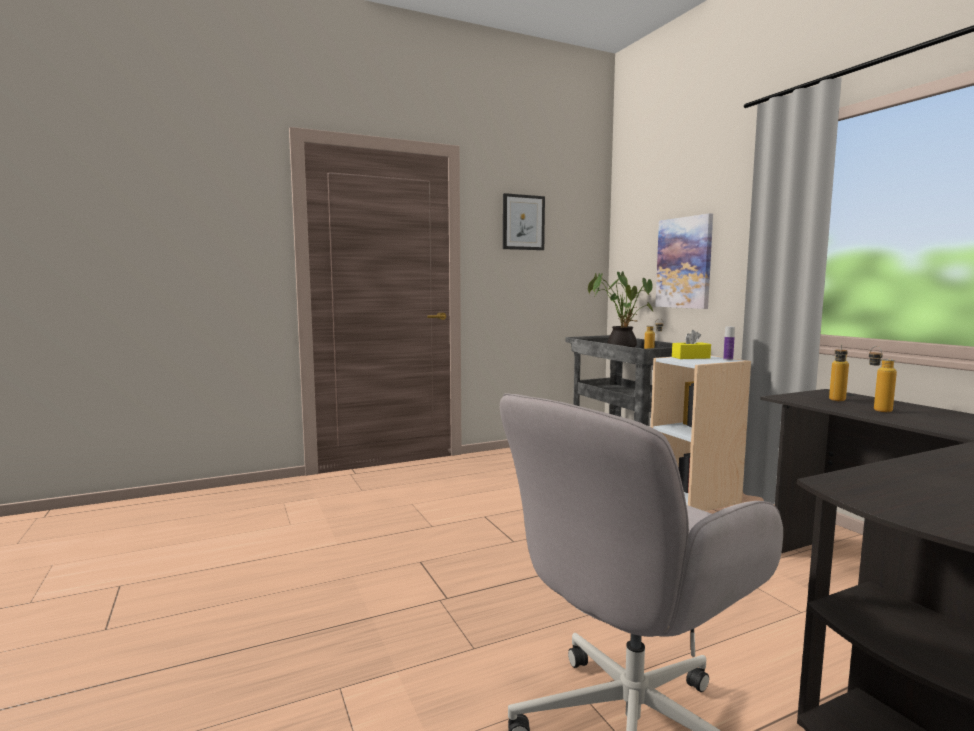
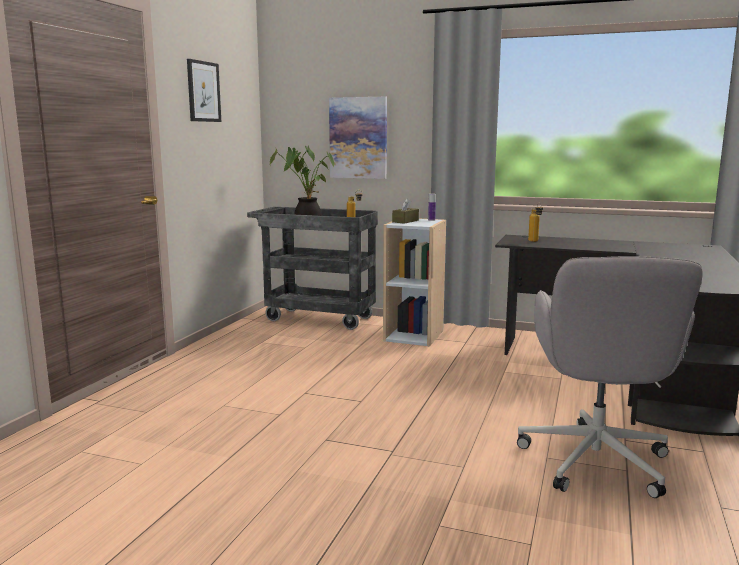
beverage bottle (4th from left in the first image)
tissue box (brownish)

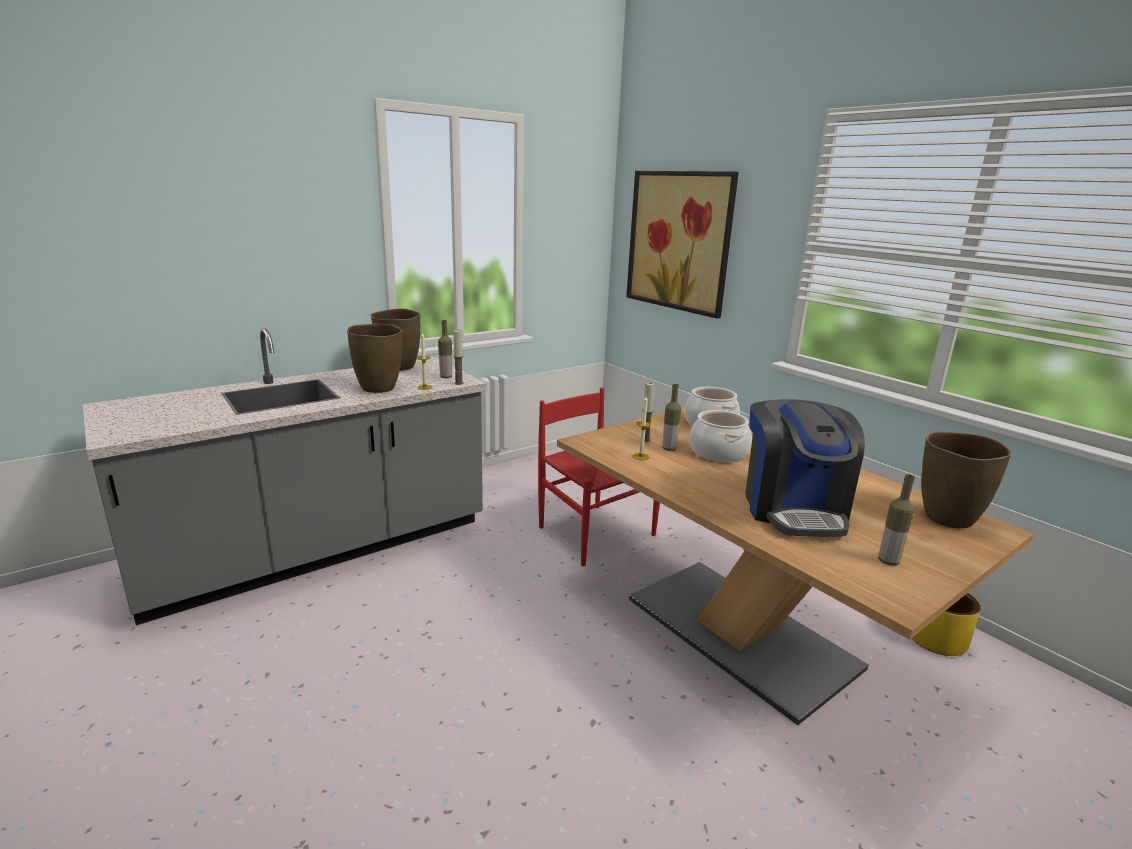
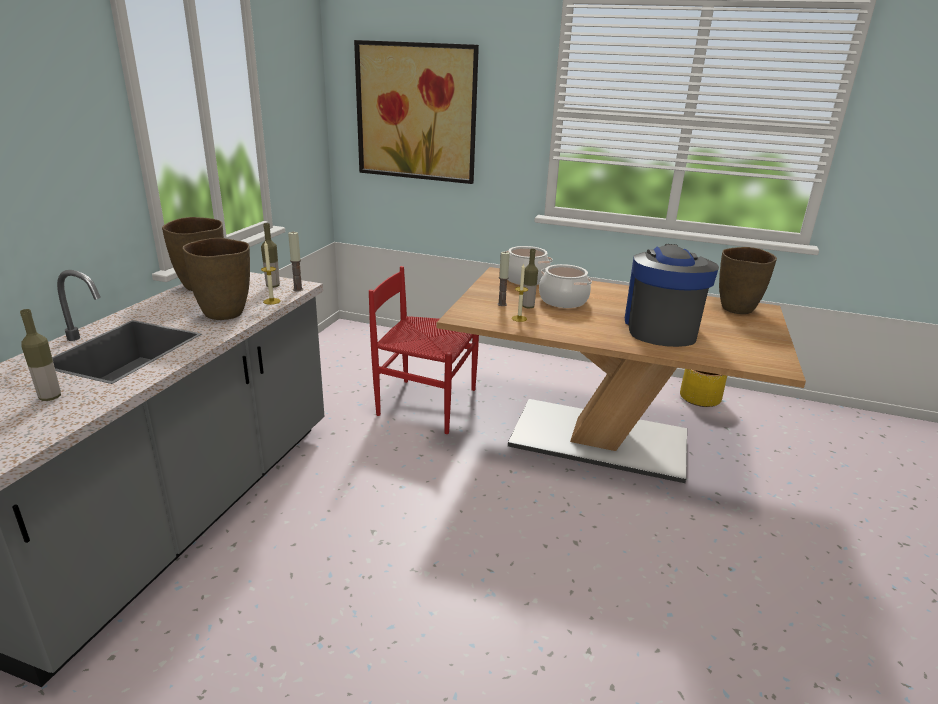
beverage bottle (1st from left)
coffee brewer

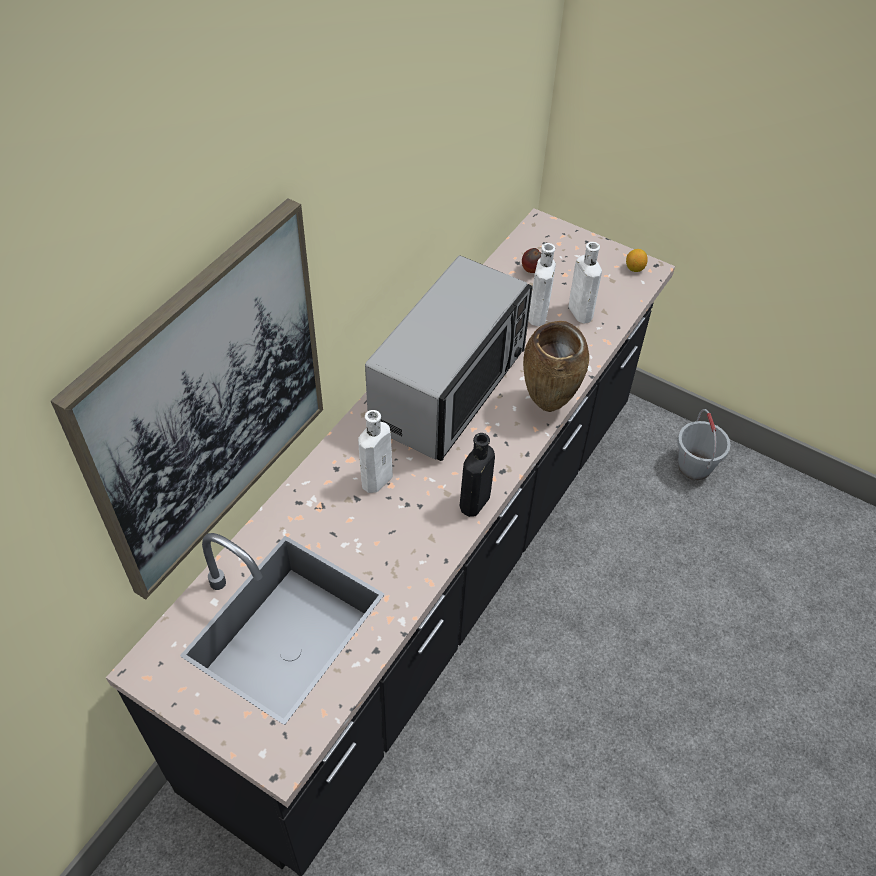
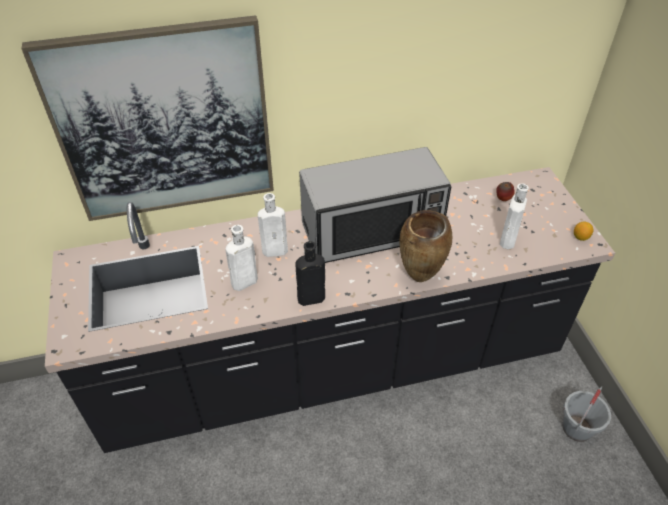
beverage bottle (white-coloured) (1st from left)

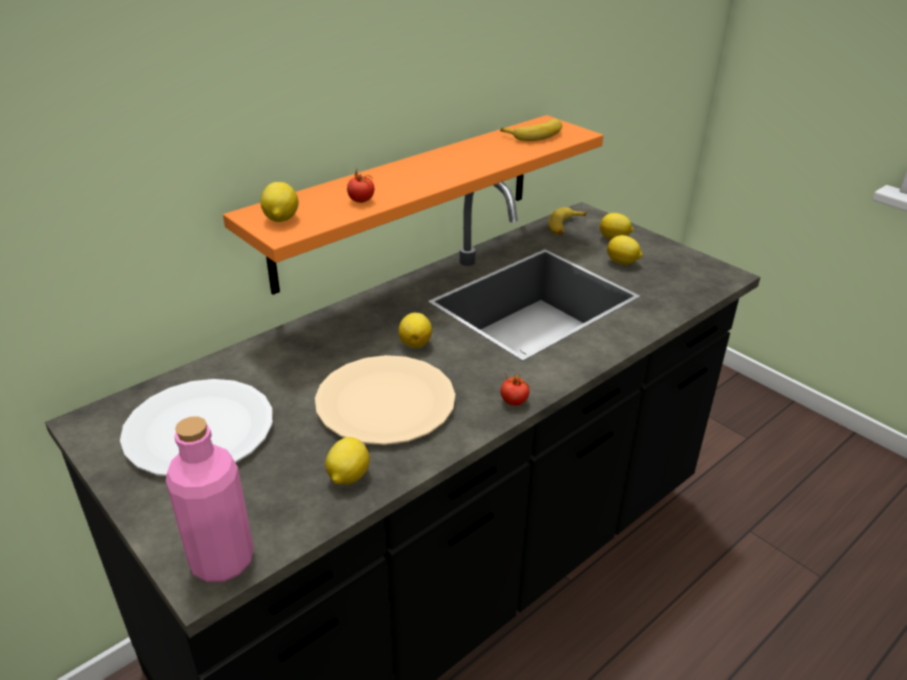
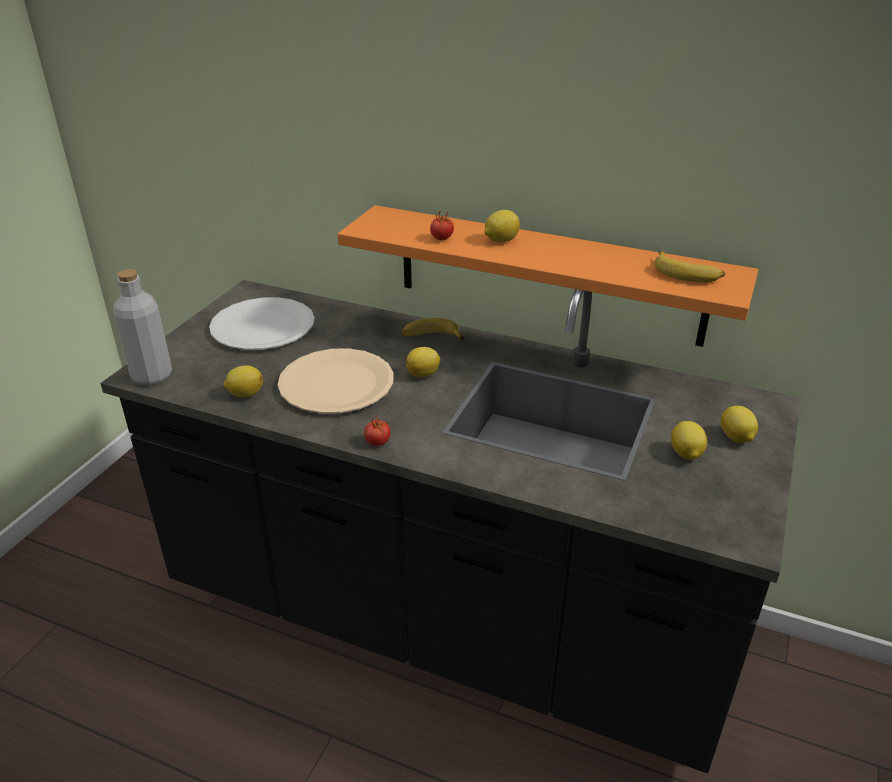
lemon (3rd from left)
banana fruit (1st from left)
beverage bottle (gray)

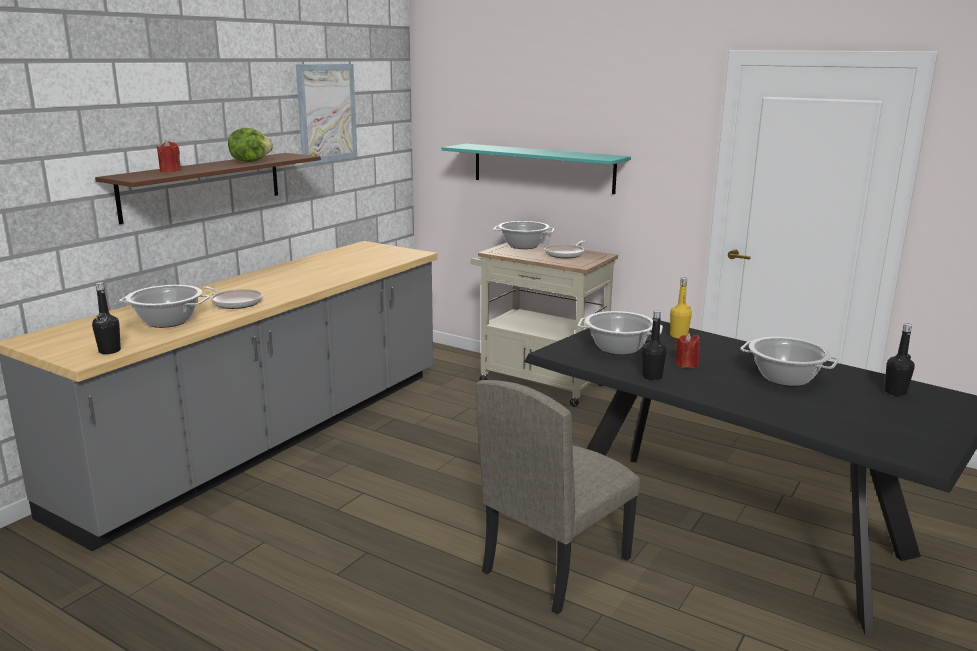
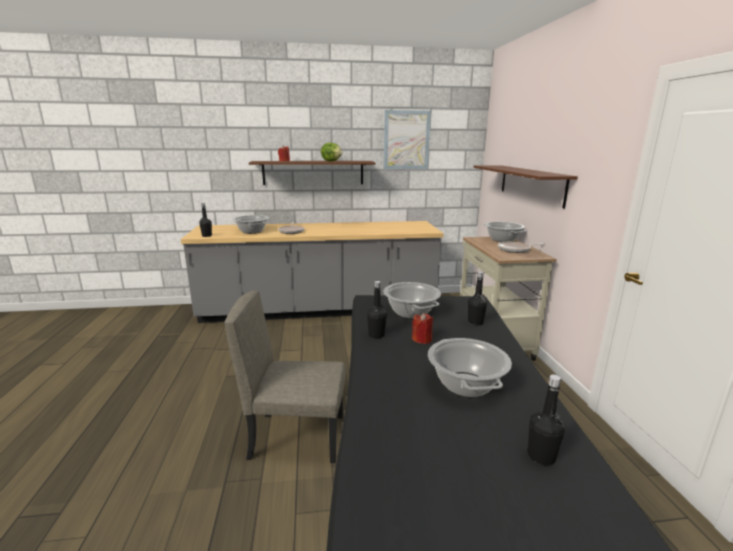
bracket shelf (brownish) (2nd from left)
beverage bottle (blackish) (3rd from left)

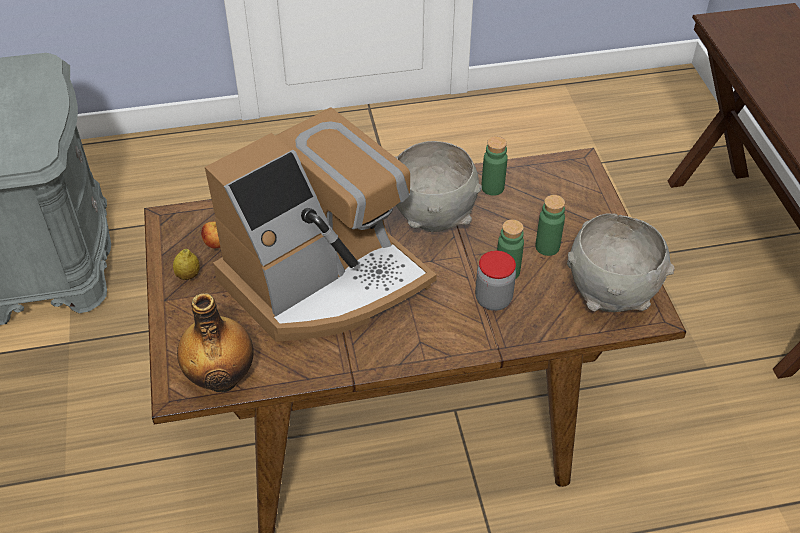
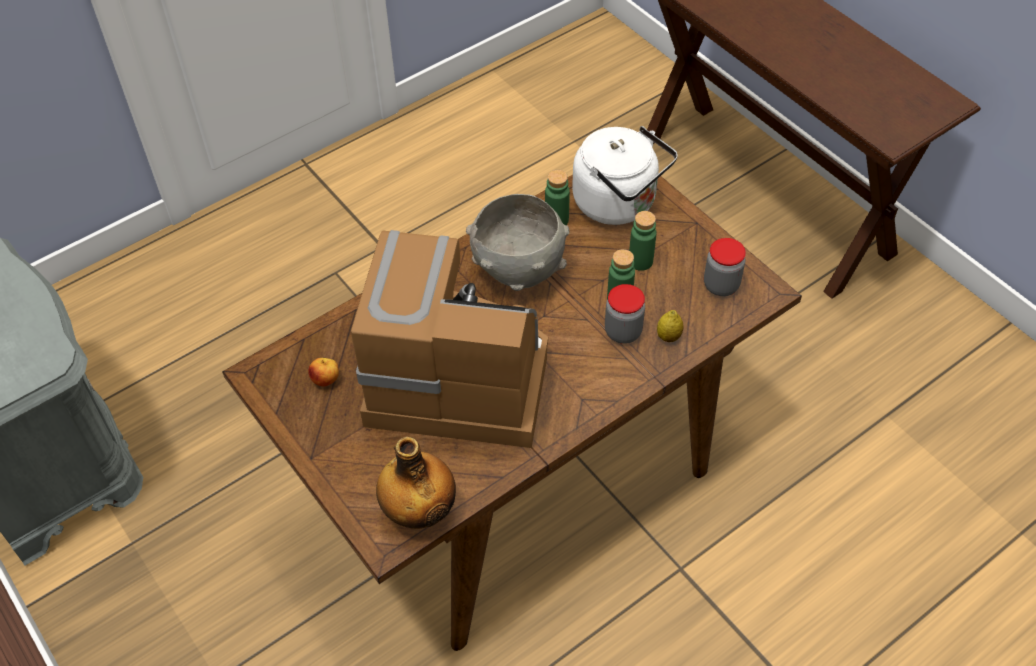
tea kettle (white-coloured)
lemon
storage jar (2nd from left)
coffee brewer

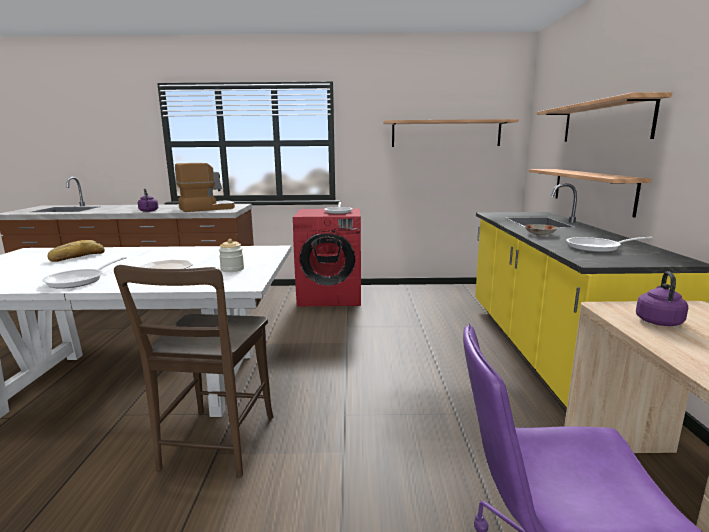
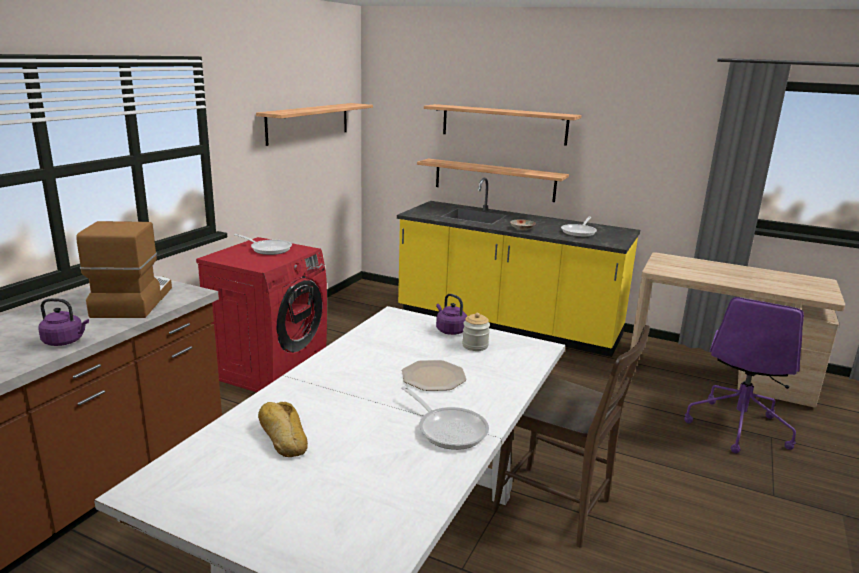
tea kettle (purplish) (2nd from left)

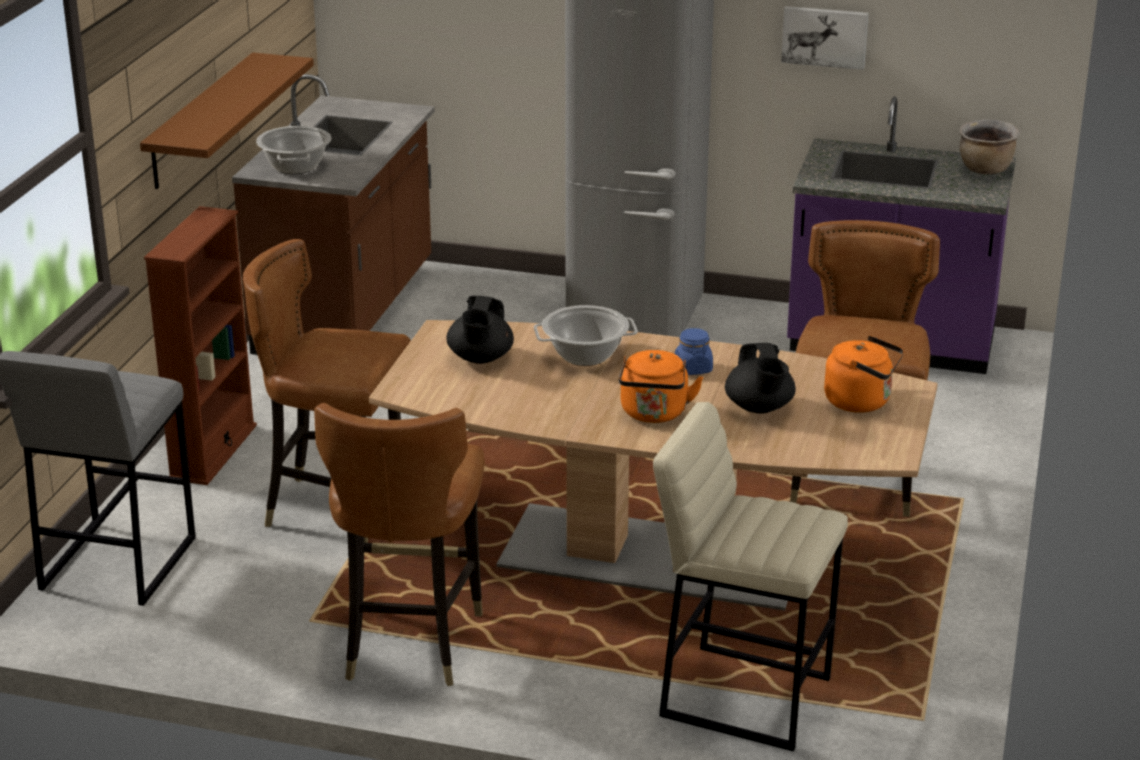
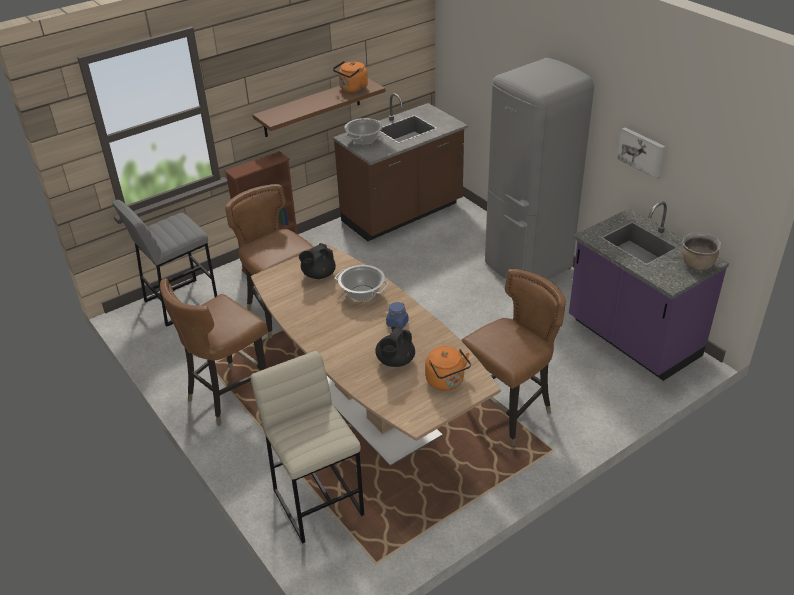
tea kettle (orange-coloured) (1st from left)

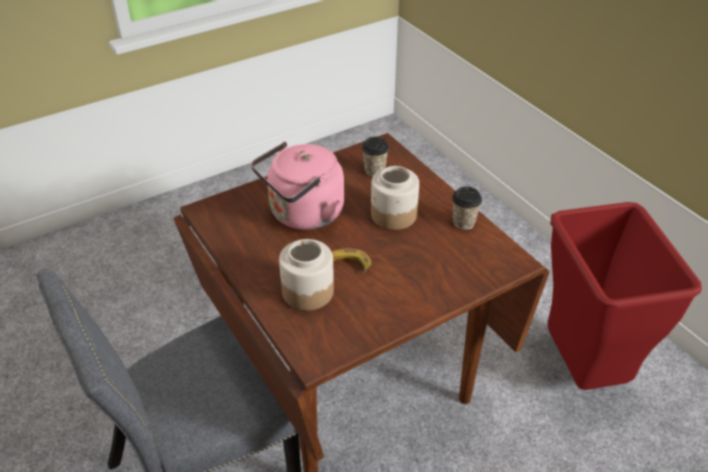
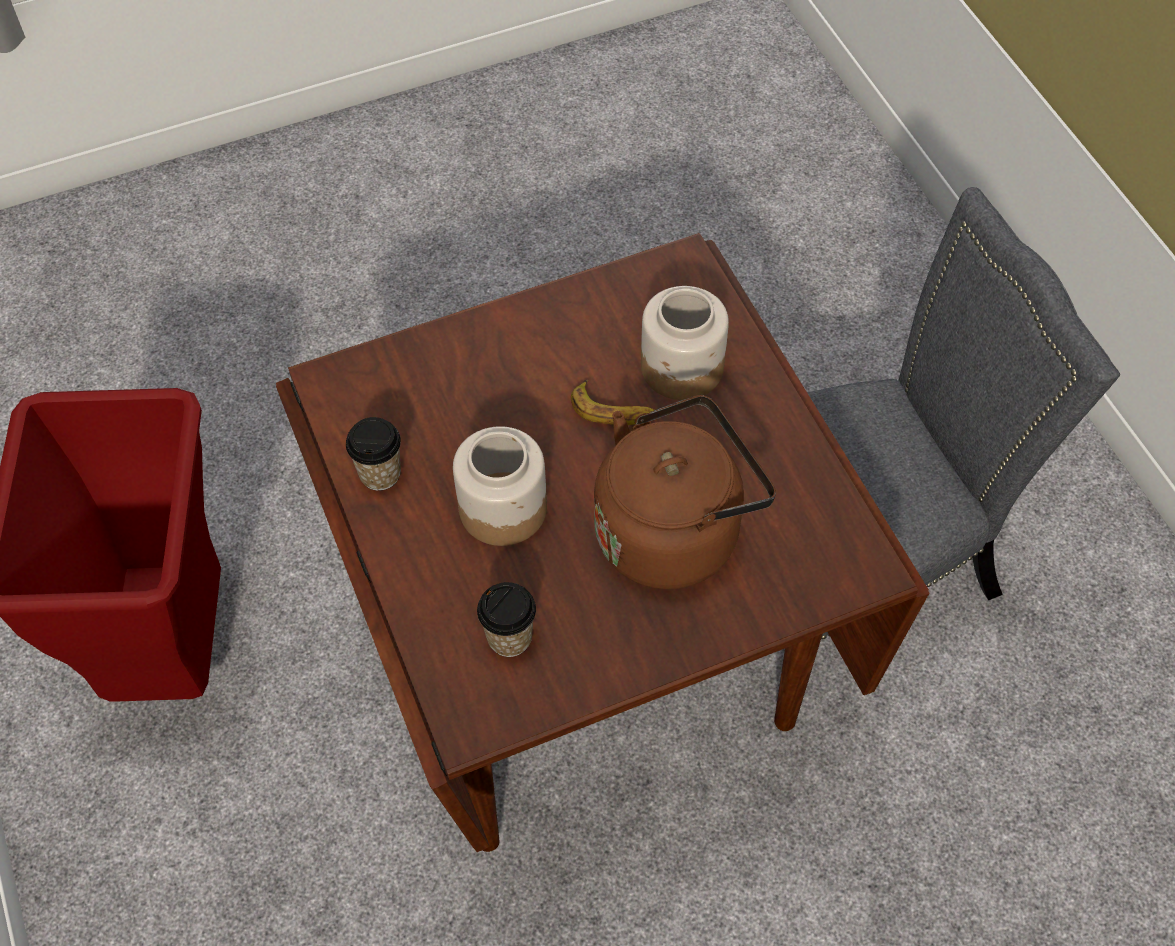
tea kettle (brownish)

